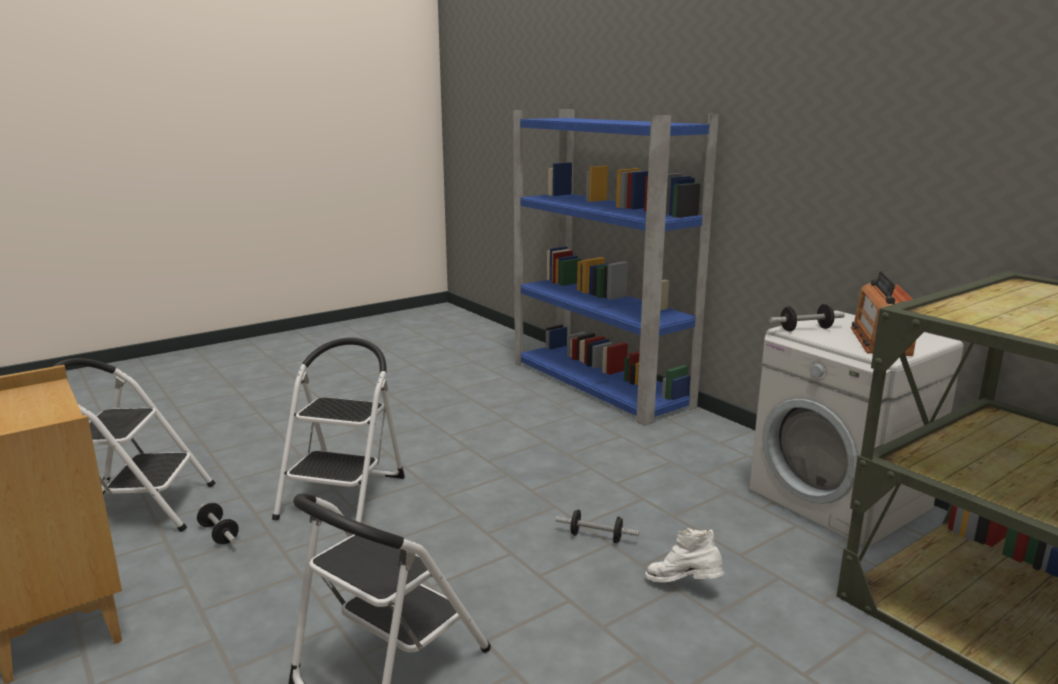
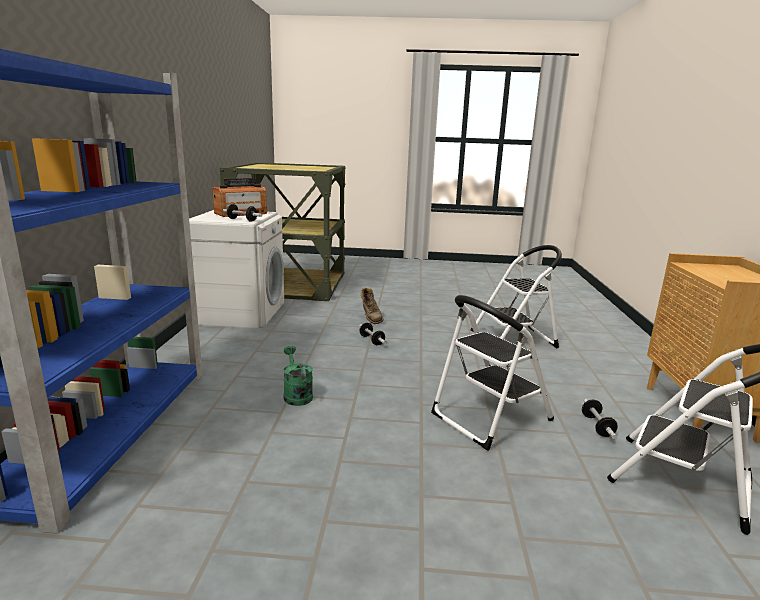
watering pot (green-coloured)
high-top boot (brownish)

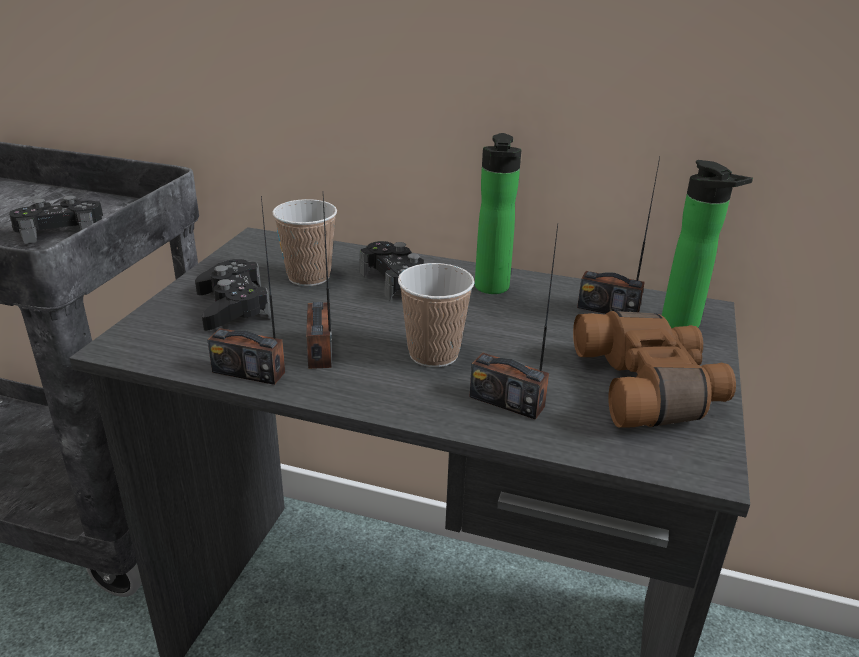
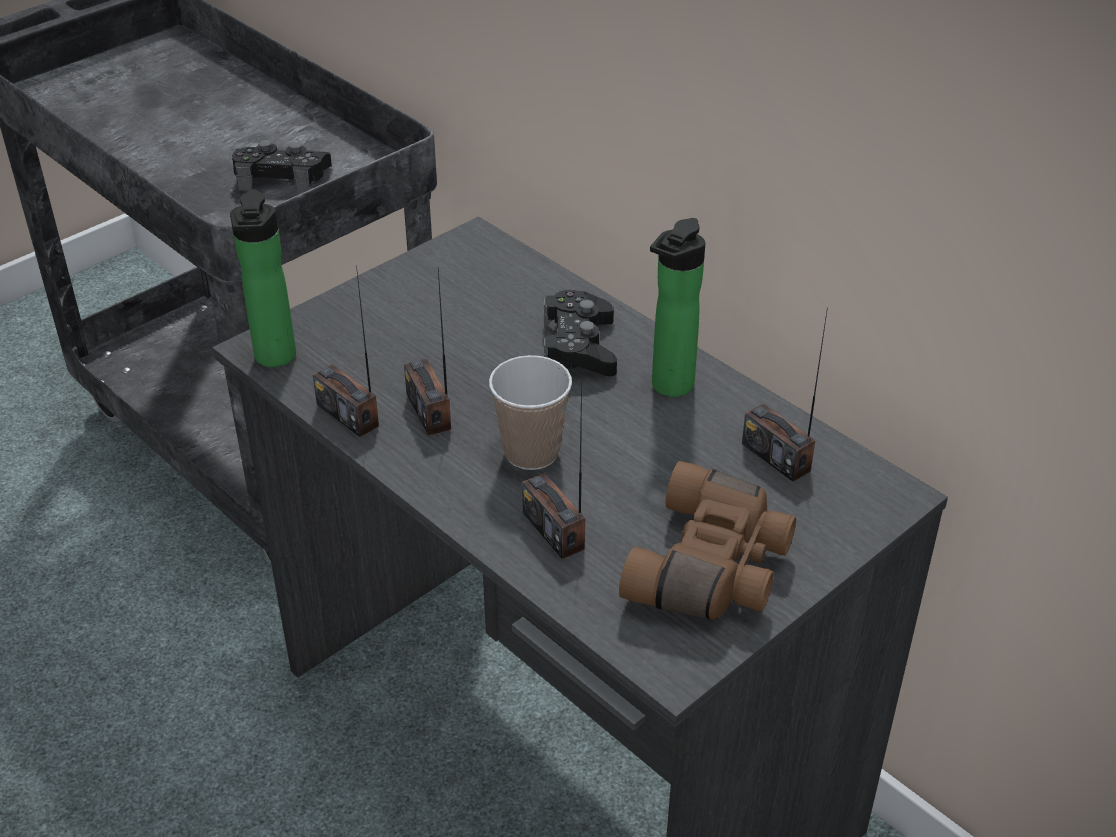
gamepad (blackish) (2nd from left in the first image)
drinking cup (1st from left in the first image)
beverage bottle (1st from left)
radio (2nd from left)

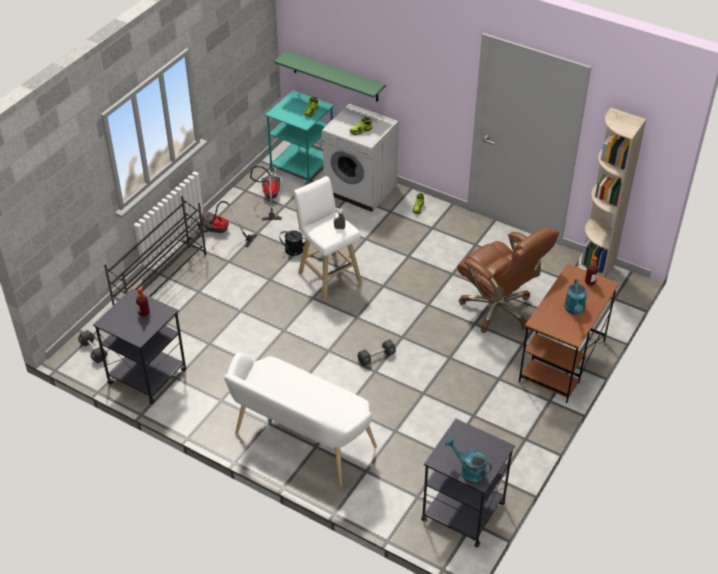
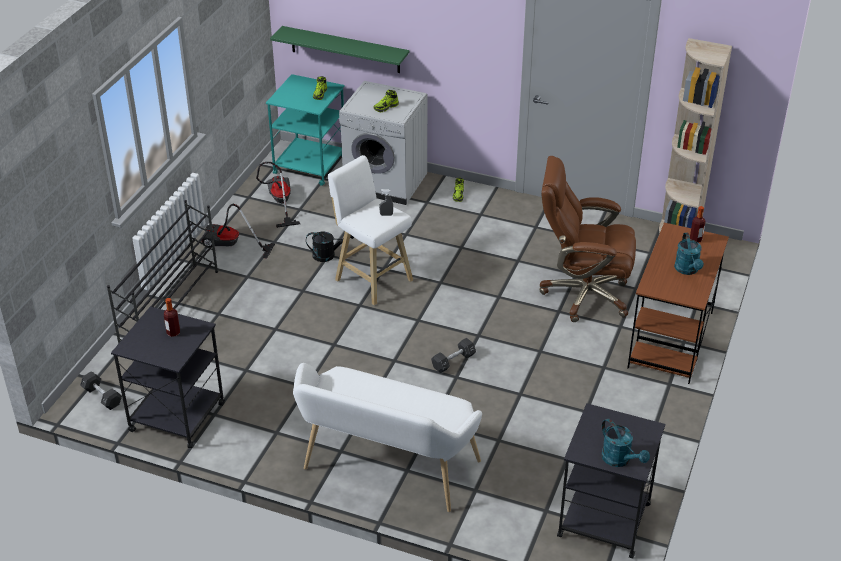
watering pot (blue-green) (1st from left)
desk chair (brownish)

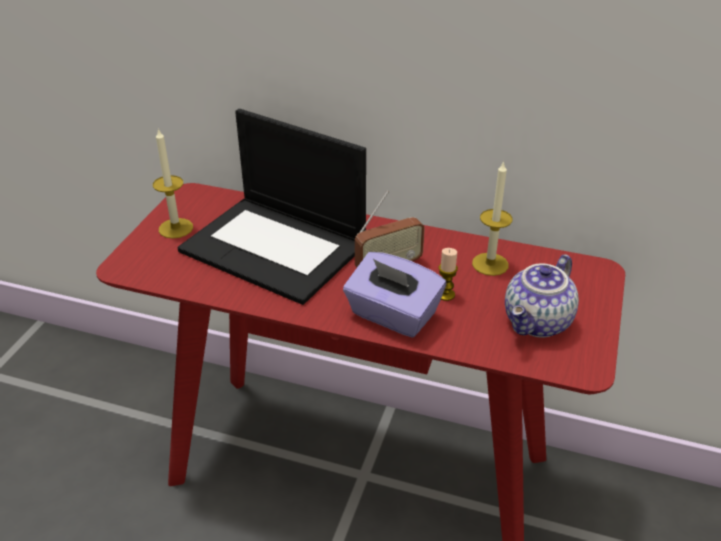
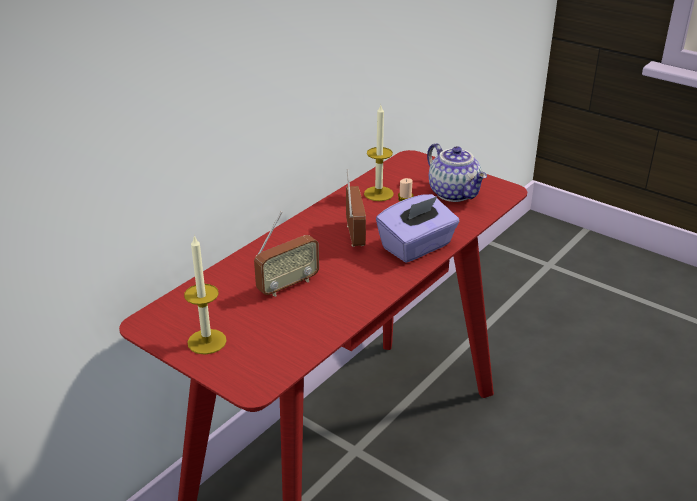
radio (1st from left)

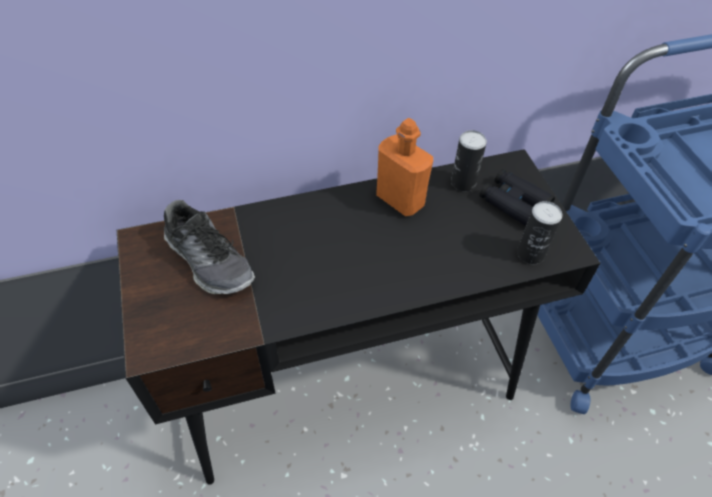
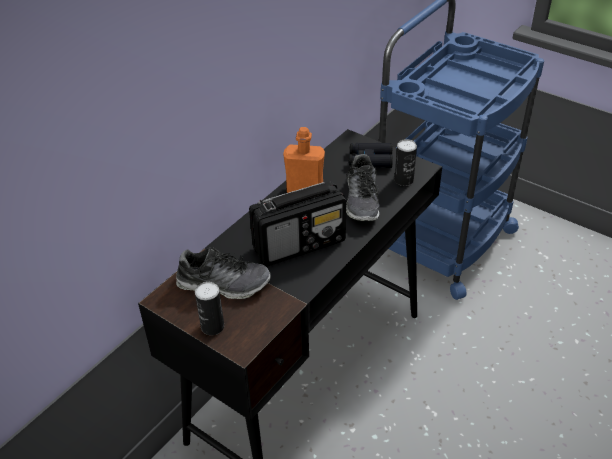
radio
low shoe (2nd from left)
metal can (1st from left)

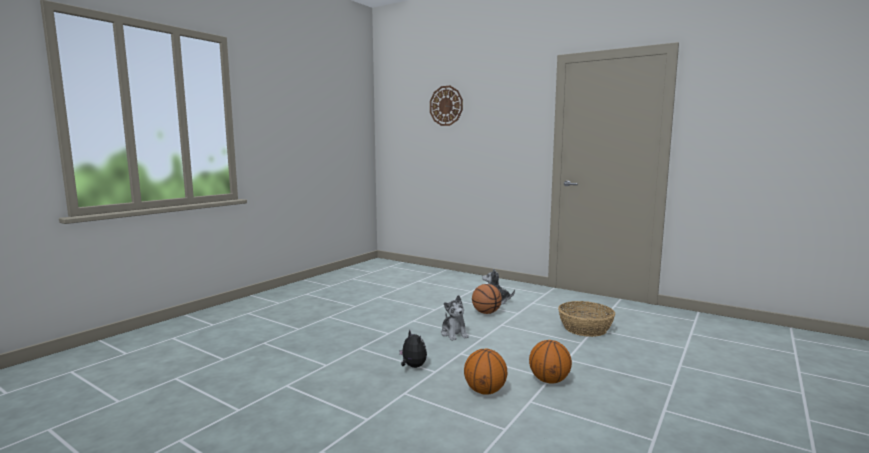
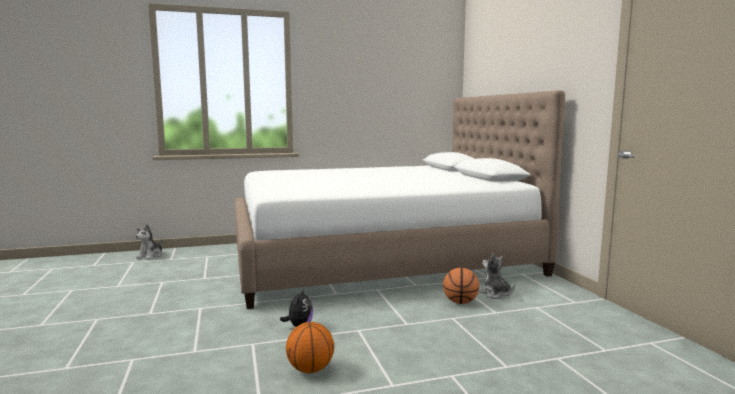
hanging clock
ball for basketball (3rd from left in the first image)
storage basket
bedroom bed (white-coloured)
plush toy (1st from left)

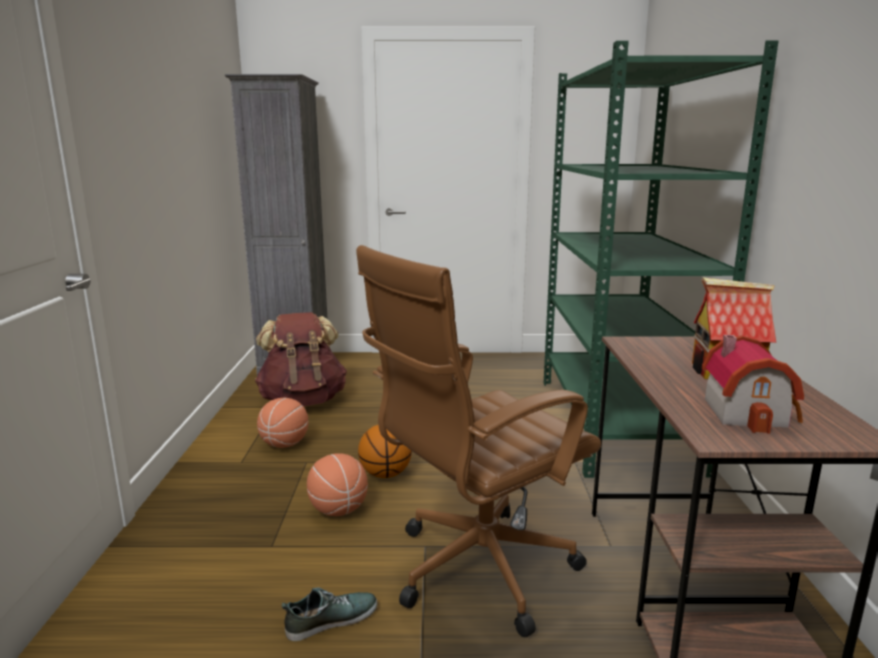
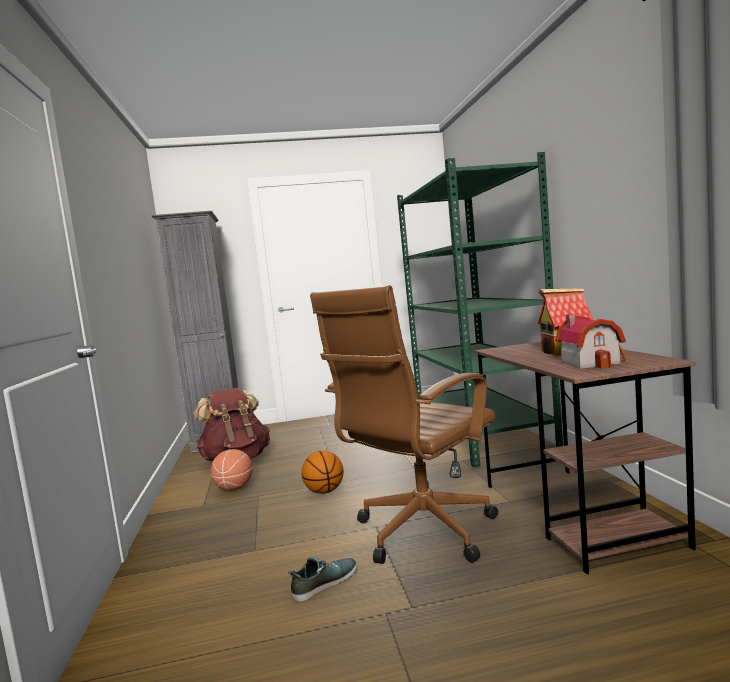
ball for basketball (2nd from left in the first image)

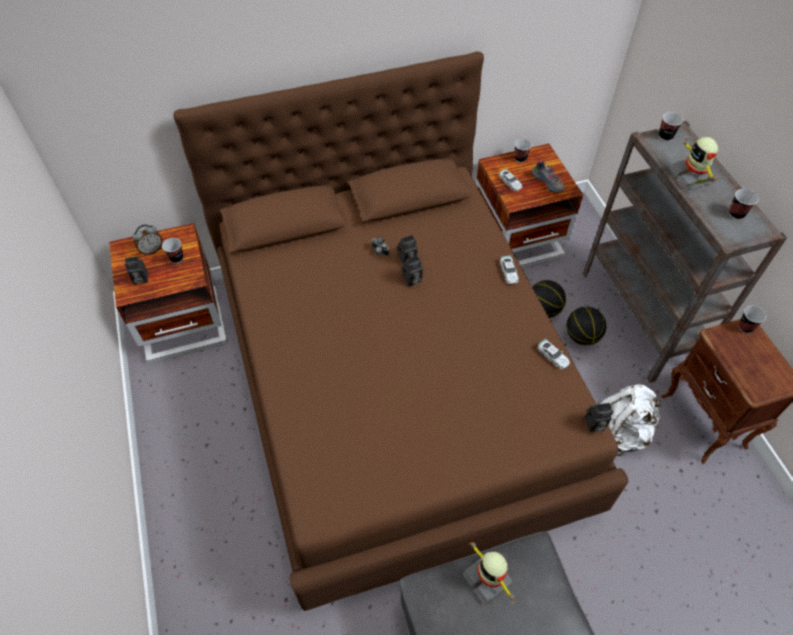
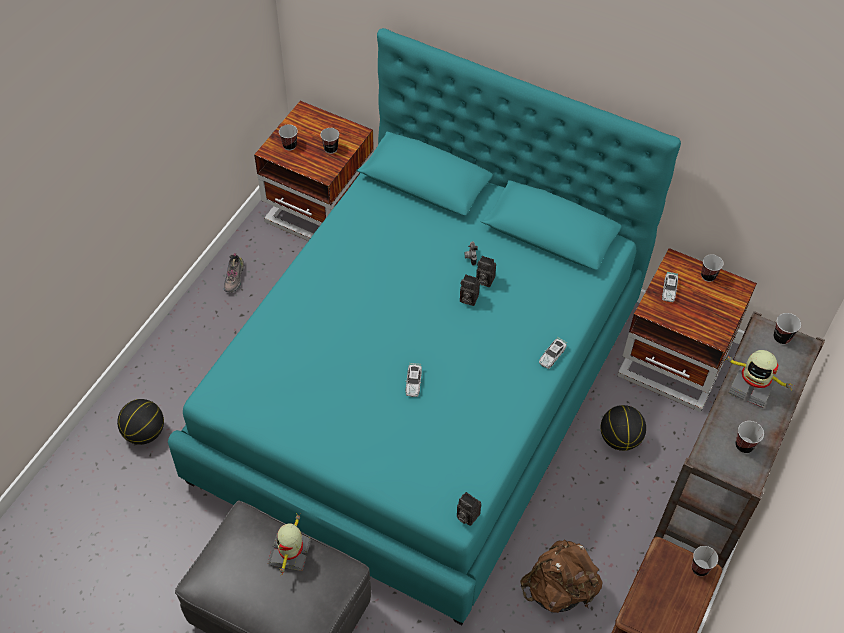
bedside clock
low shoe
miniature car (1st from left)
ball for basketball (1st from left)
drinking cup (1st from left)
bedroom bed (blue-green)
rucksack (brownish)
model robot (2nd from left)

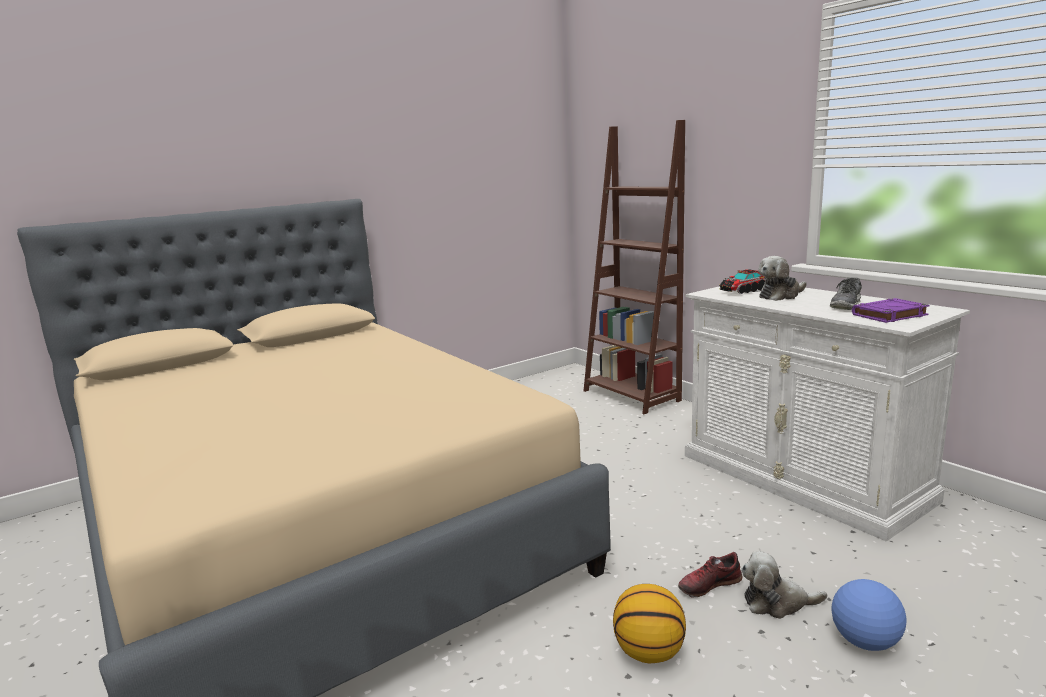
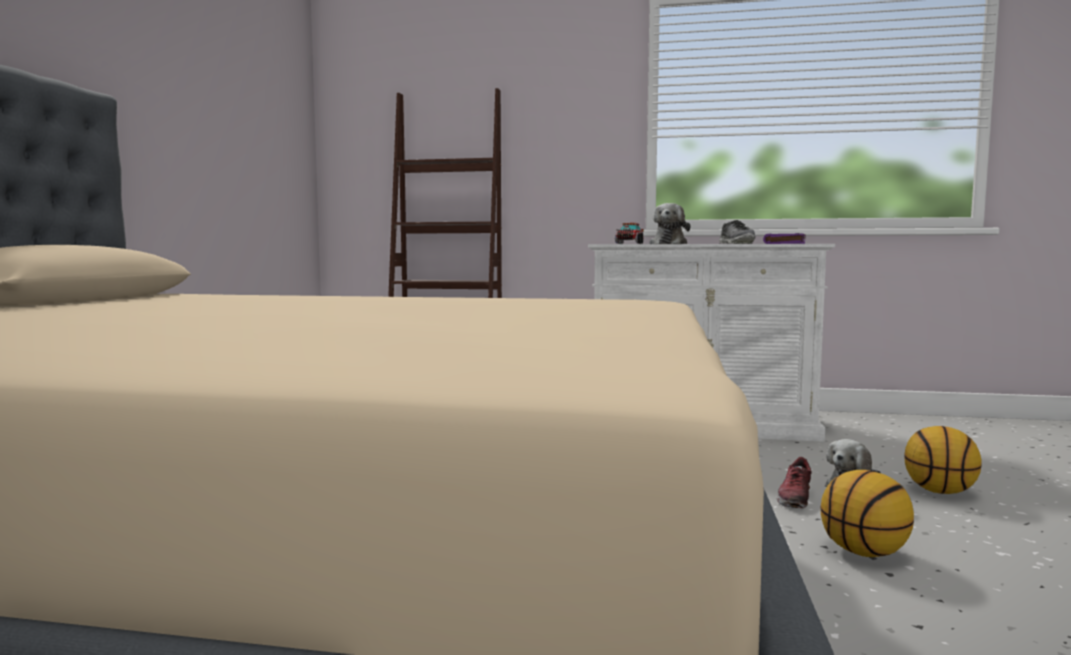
ball for basketball (2nd from left)

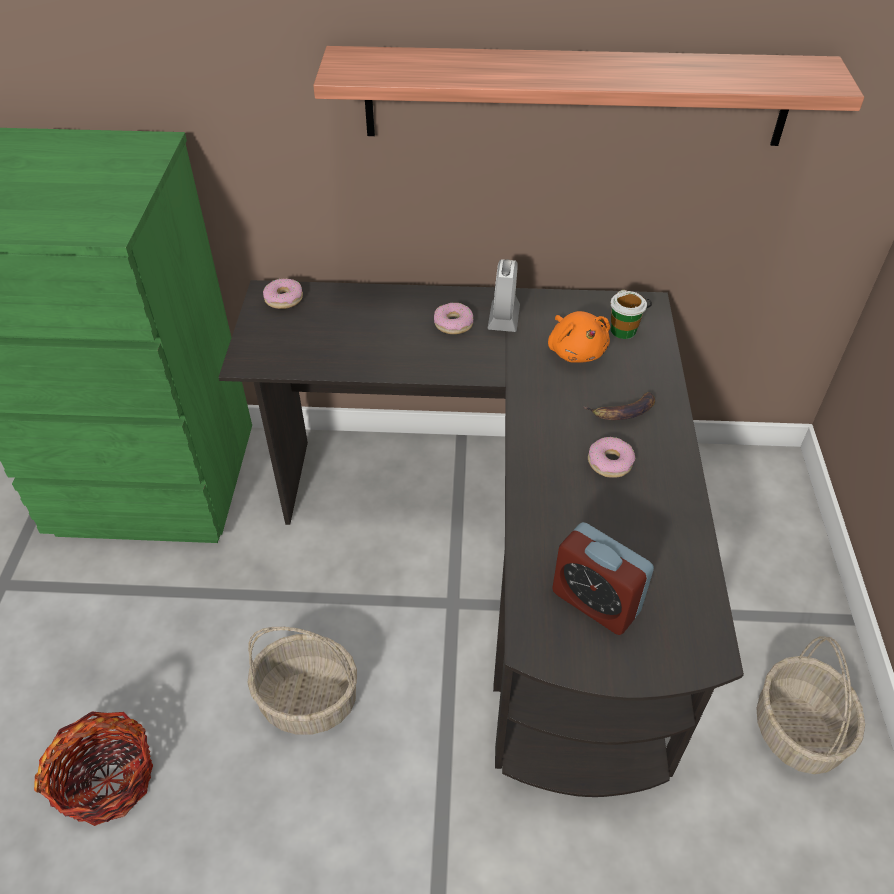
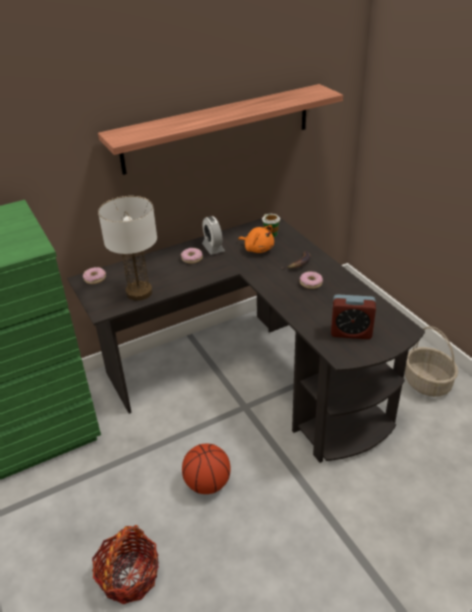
tabletop lamp
ball for basketball

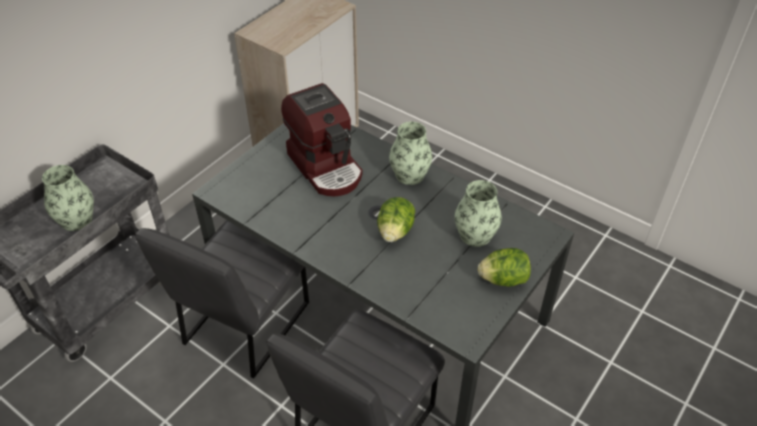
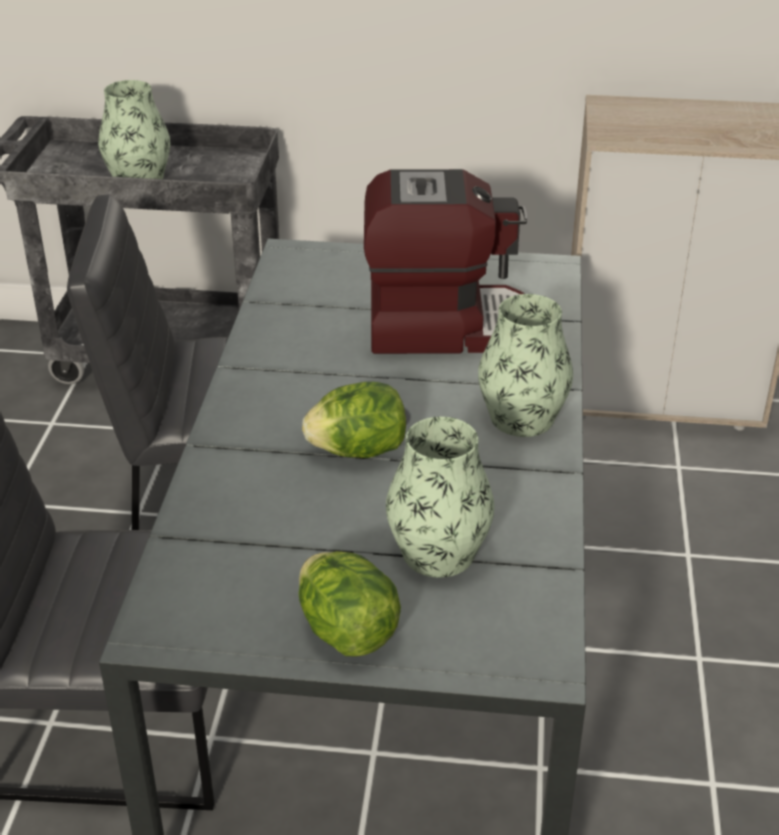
coffee brewer

